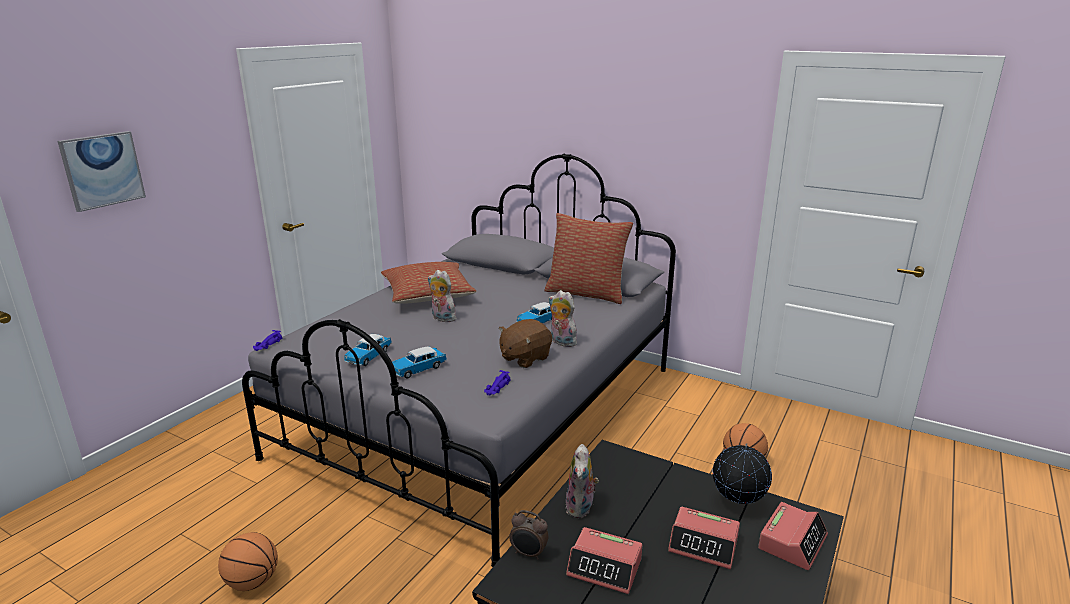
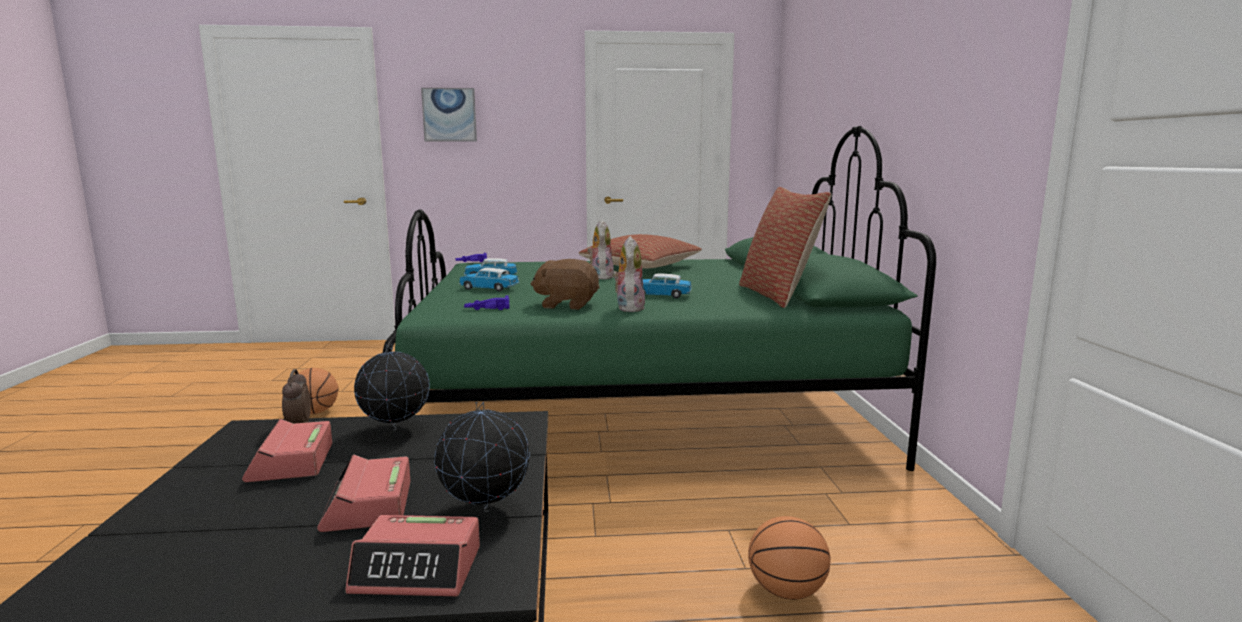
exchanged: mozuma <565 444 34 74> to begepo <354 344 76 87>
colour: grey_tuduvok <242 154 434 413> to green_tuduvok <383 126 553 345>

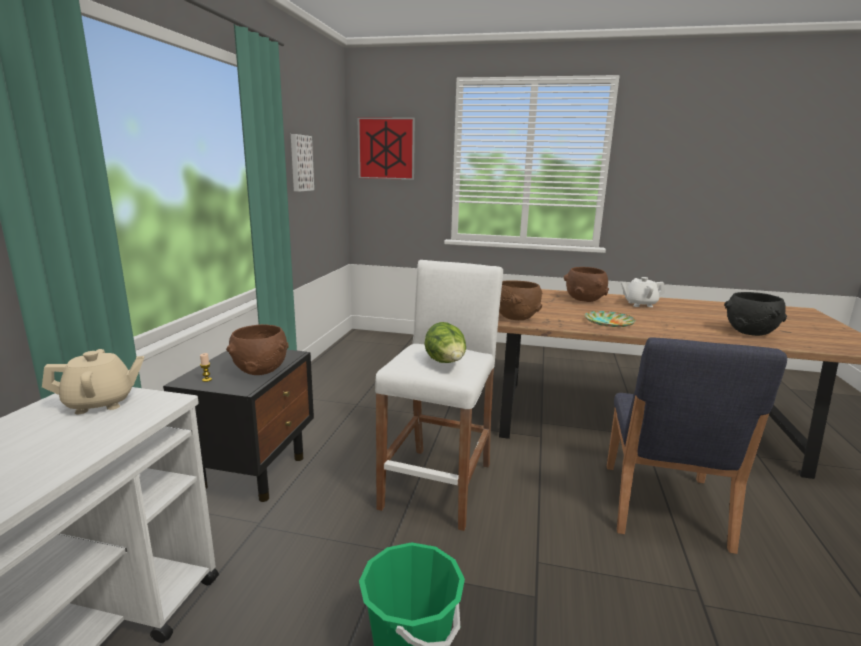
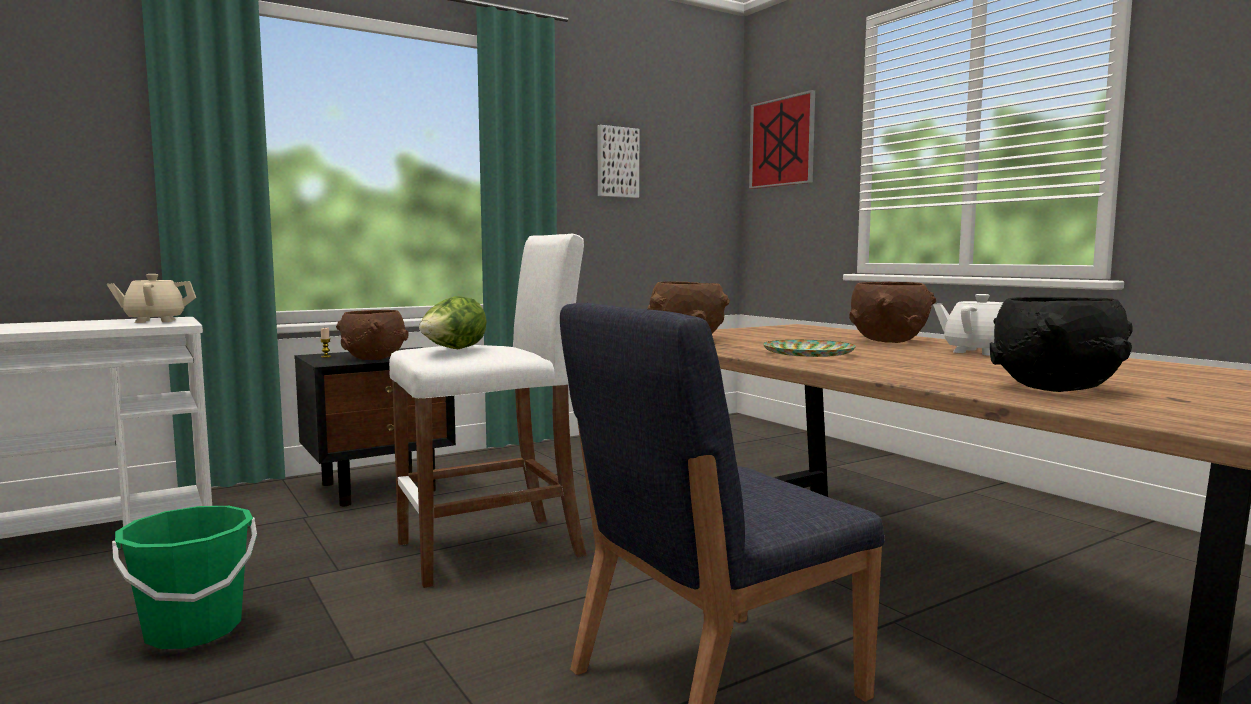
spun: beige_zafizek <42 349 102 65> = <107 274 89 49> 135 degrees clockwise

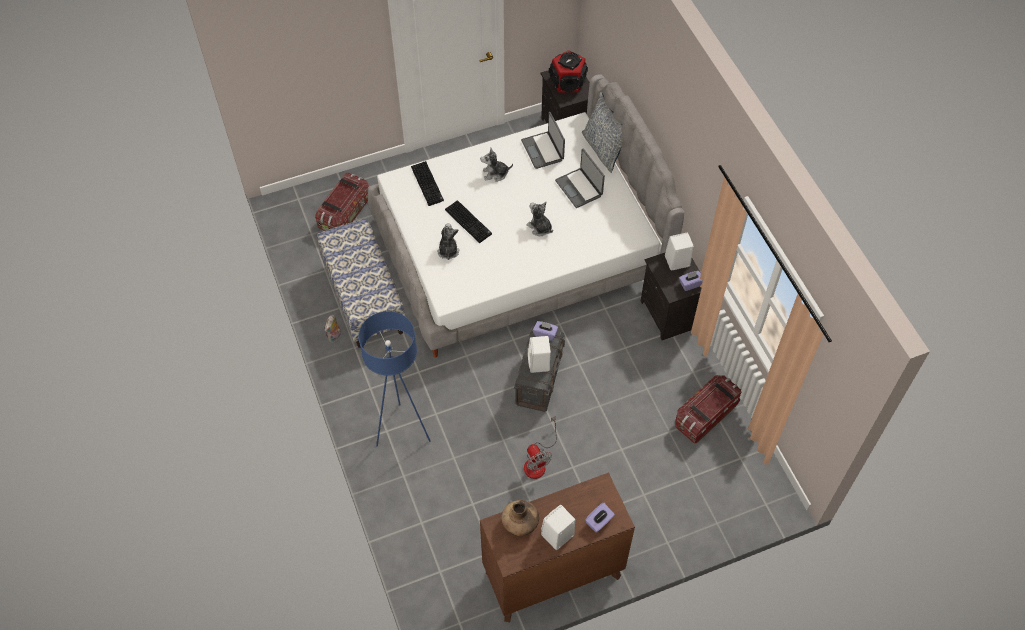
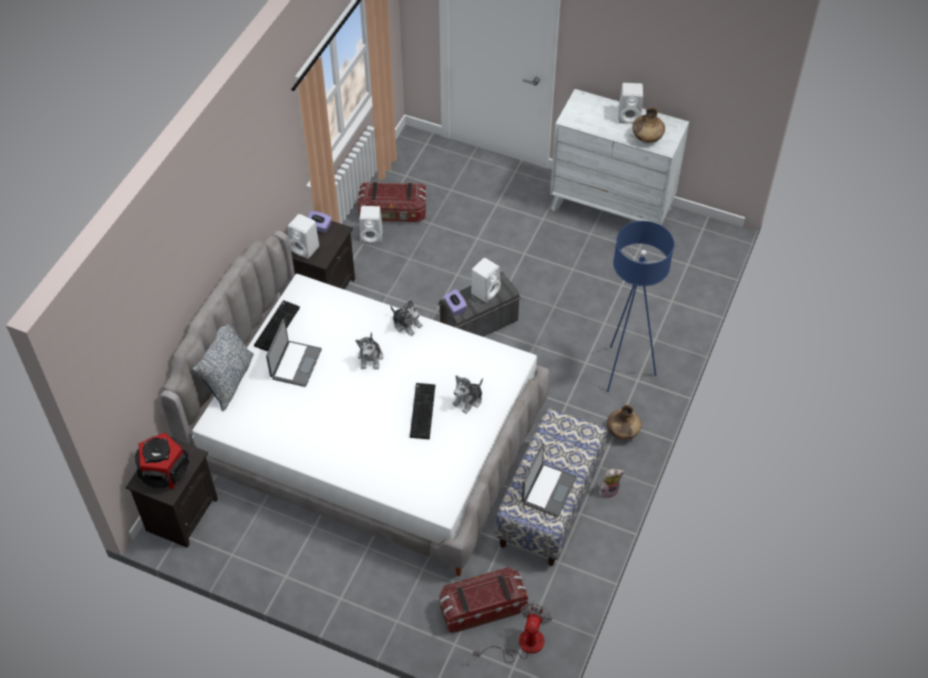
missing: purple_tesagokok <585 502 30 31>
appeared: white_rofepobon <359 206 24 37>; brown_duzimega <607 405 34 35>
relocated: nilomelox <411 161 33 45> to <254 300 46 52>; mozuma <480 147 33 35> to <390 300 33 36>; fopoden <521 112 44 57> to <522 443 55 74>; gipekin <524 416 33 63> to <473 603 79 60>
colour: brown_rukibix <480 472 155 150> to white_rukibix <550 89 139 136>

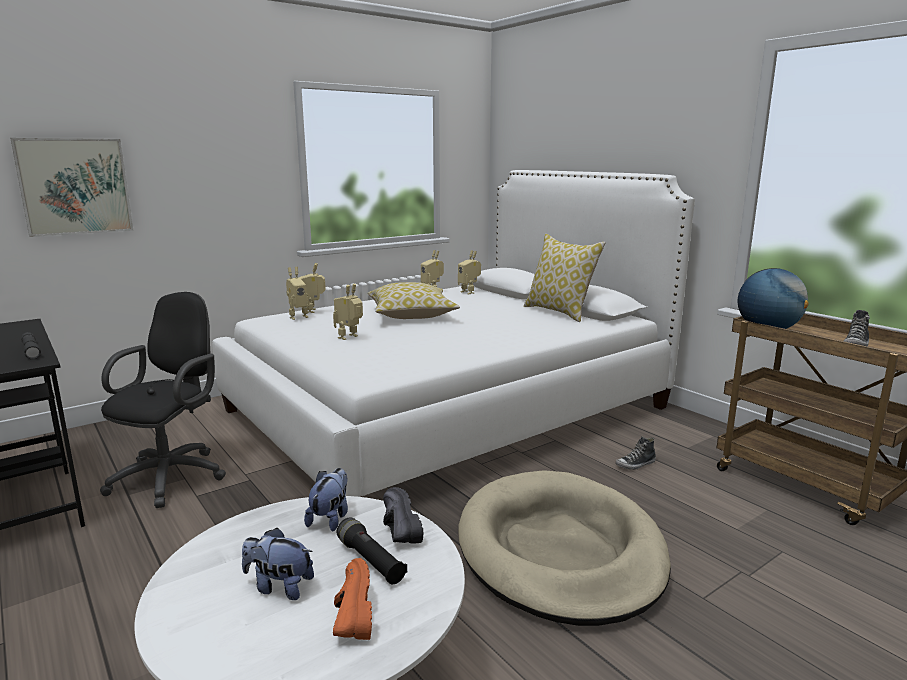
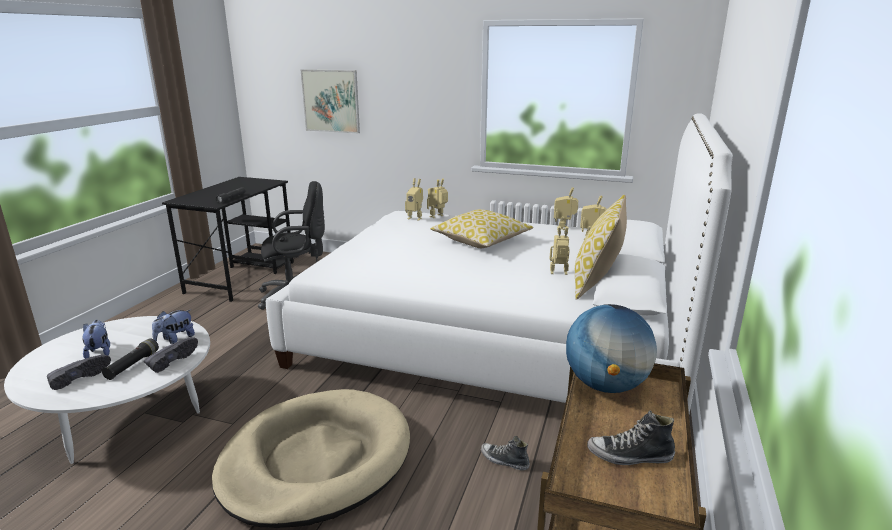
relocated: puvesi <333 284 30 56> to <550 226 20 49>
colour: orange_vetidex <333 558 39 82> to black_vetidex <47 355 64 35>
spun: mozuma <304 468 44 63> = <152 309 43 35> 150 degrees clockwise

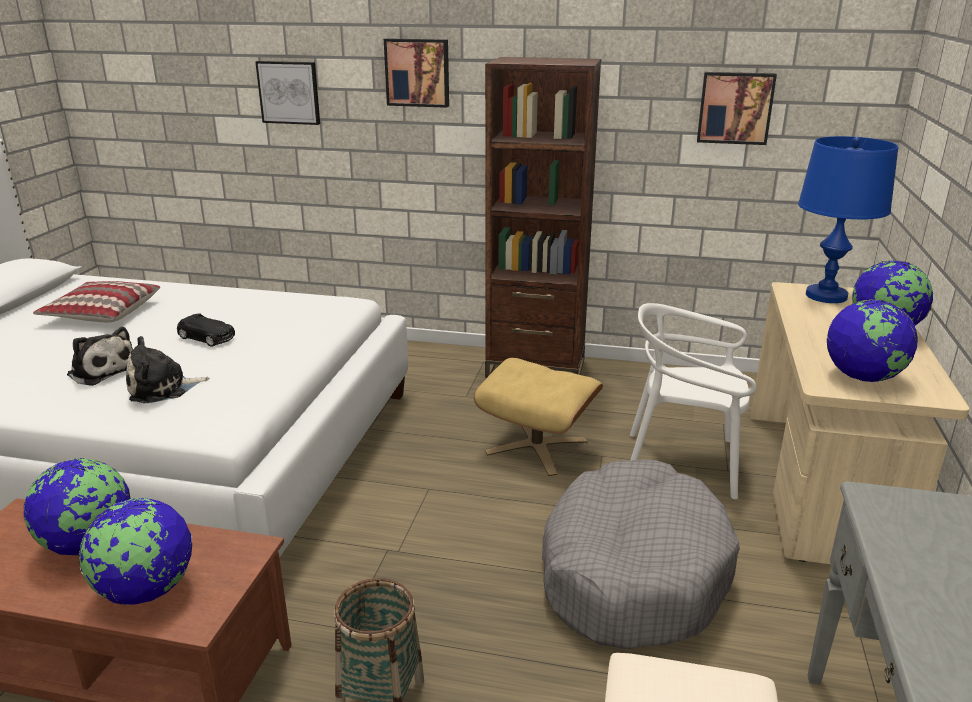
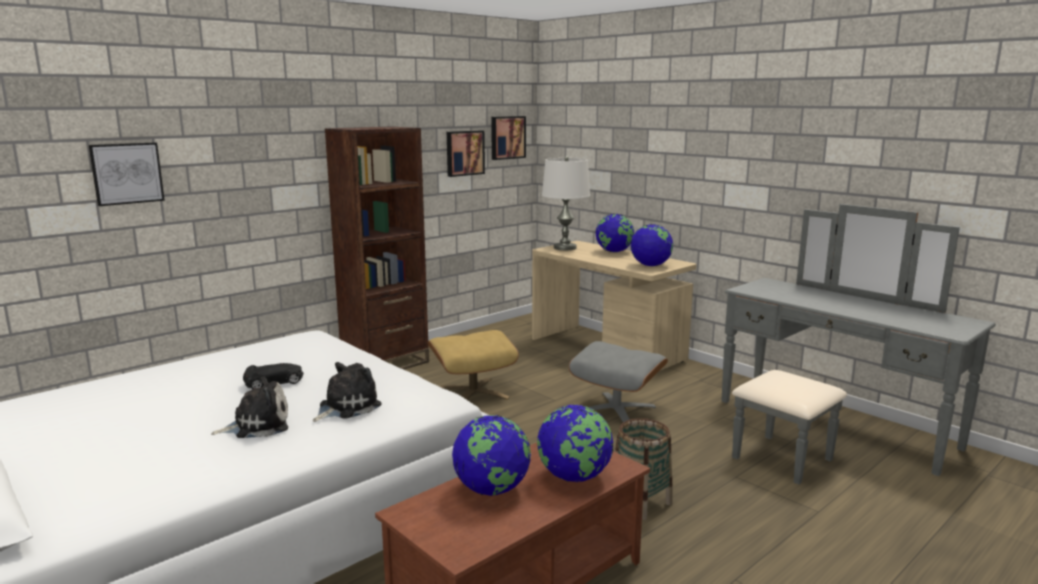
missing: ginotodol <33 281 127 41>; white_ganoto <630 303 126 196>
relocated: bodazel <384 38 65 70> to <491 116 35 44>
exchanged: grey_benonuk <542 459 198 190> to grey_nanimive <569 341 99 81>
colour: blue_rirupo <798 136 100 167> to white_rirupo <542 156 48 94>
spun: mozuma <126 336 83 67> = <313 362 69 60> 150 degrees counterclockwise

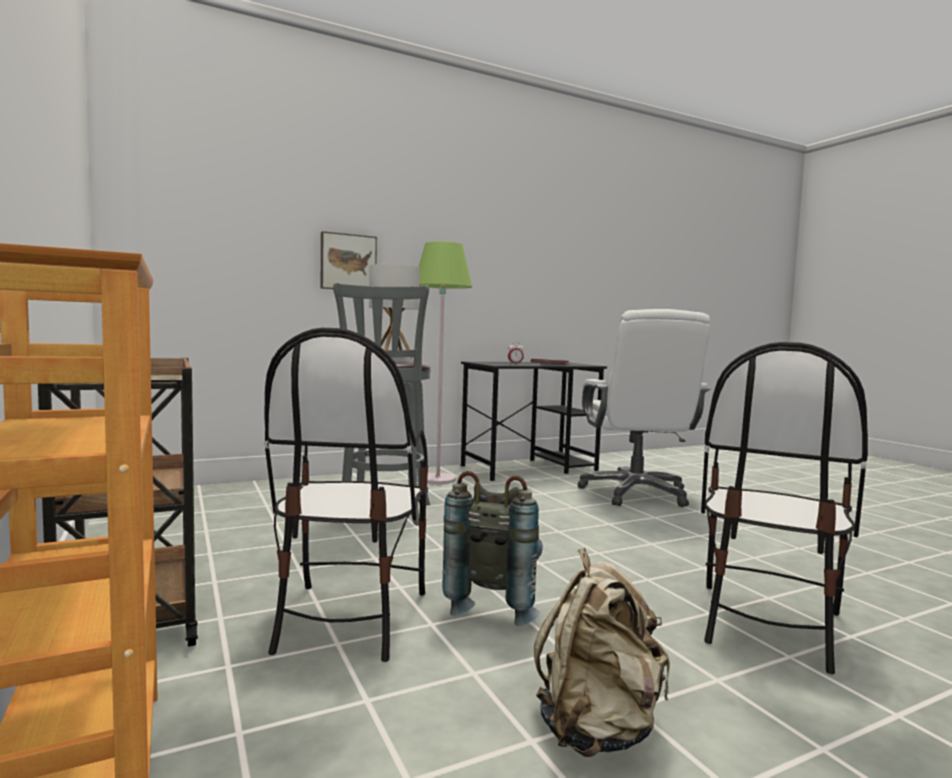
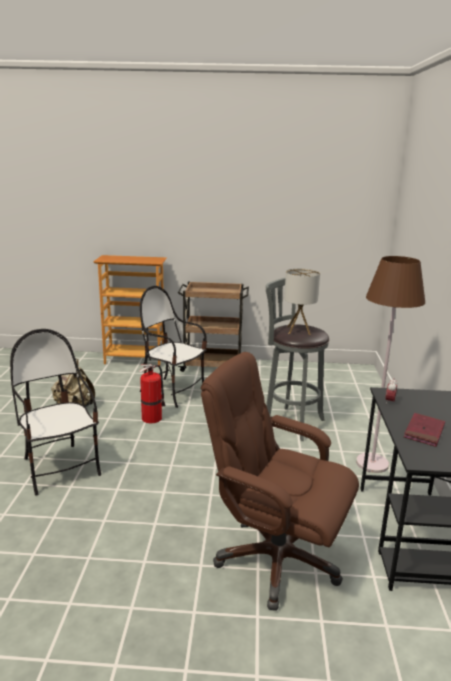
missing: bodazel <321 231 56 58>
exchanged: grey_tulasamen <442 471 101 155> to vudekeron <140 364 25 60>
colour: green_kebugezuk <419 241 53 244> to brown_kebugezuk <356 256 69 217>; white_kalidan <577 309 134 198> to brown_kalidan <201 352 158 259>

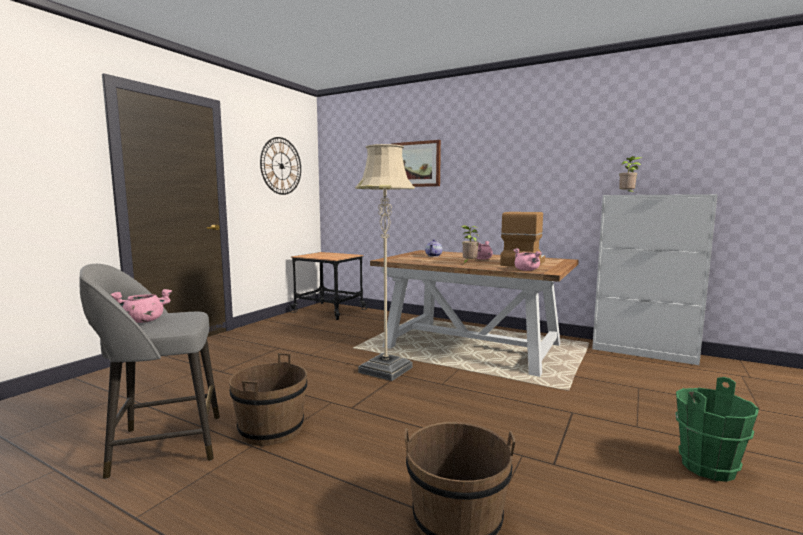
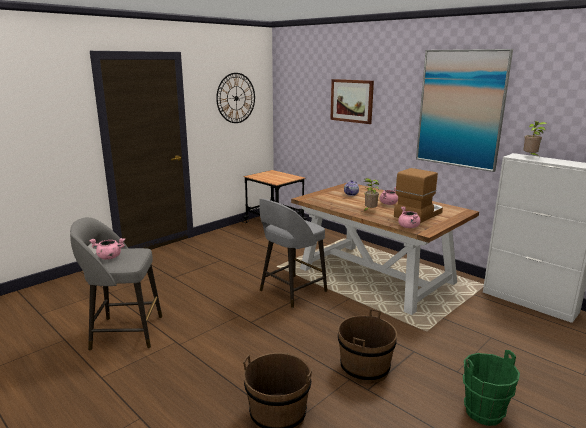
appeared: bodazel <416 49 97 123>
relocated: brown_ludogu <229 353 78 93> to <338 309 59 75>
exchanged: beige_kebugezuk <355 144 60 237> to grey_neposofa <259 199 68 109>

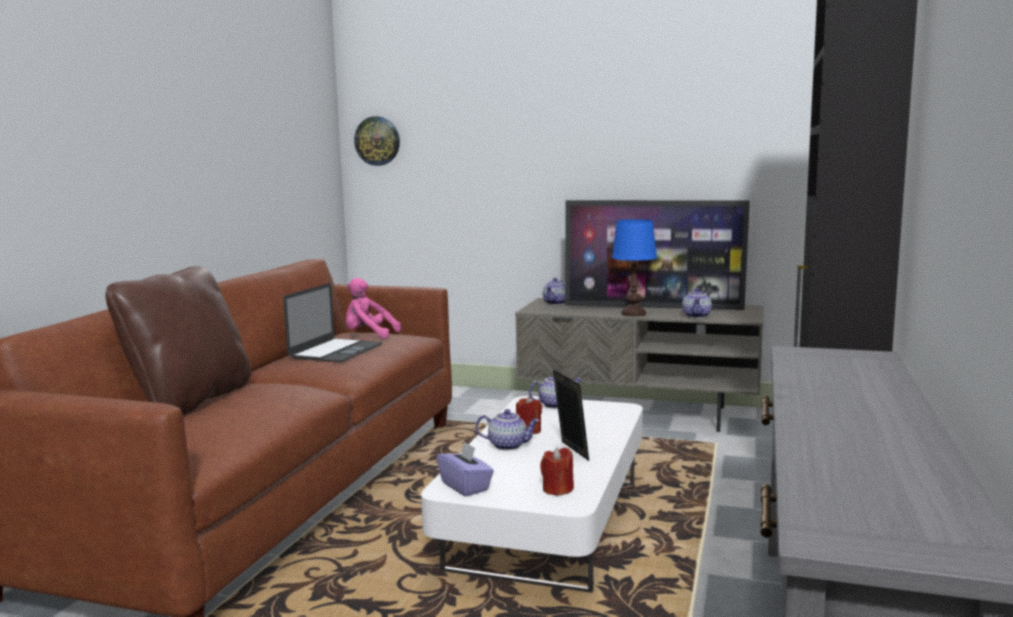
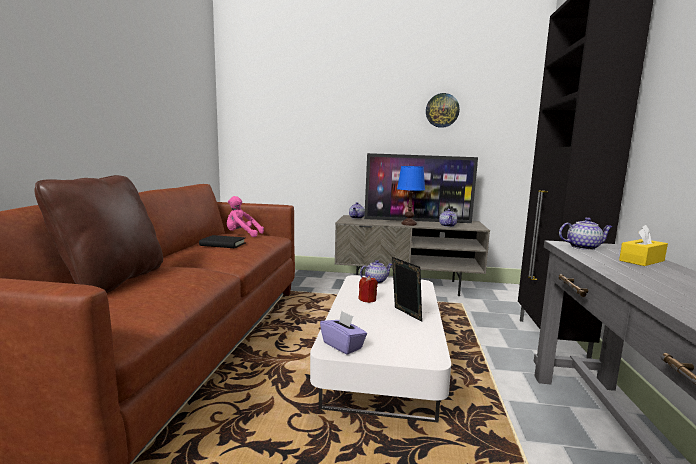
missing: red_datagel <540 447 34 49>
appeared: yellow_tesagokok <619 225 49 41>
relocated: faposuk <354 116 46 50> to <426 93 34 35>; zafizek <476 409 64 42> to <559 217 54 33>
exchanged: fopoden <283 283 100 79> to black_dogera <199 235 47 13>

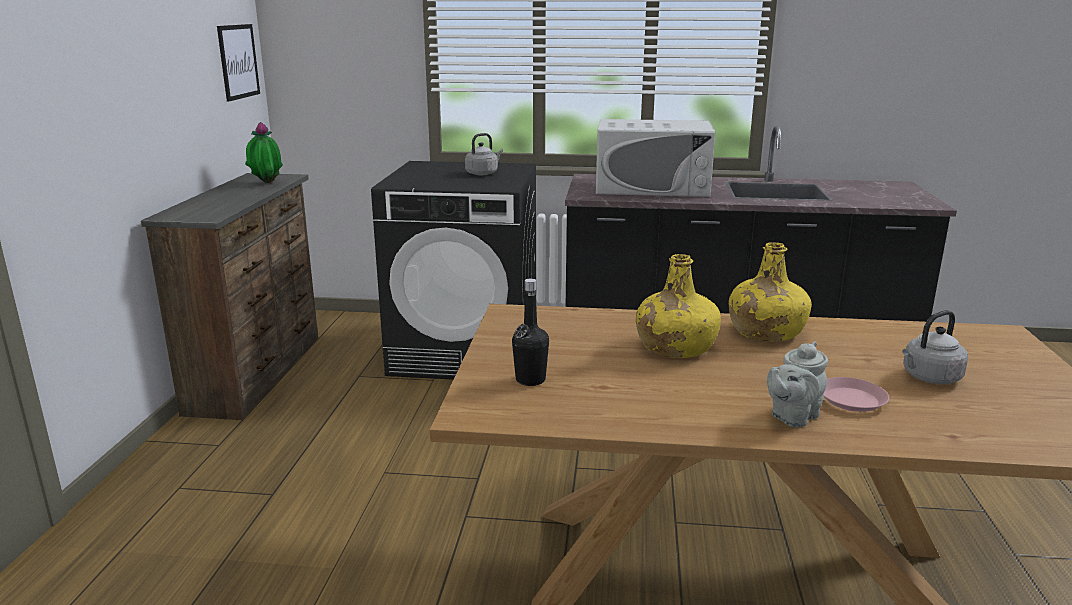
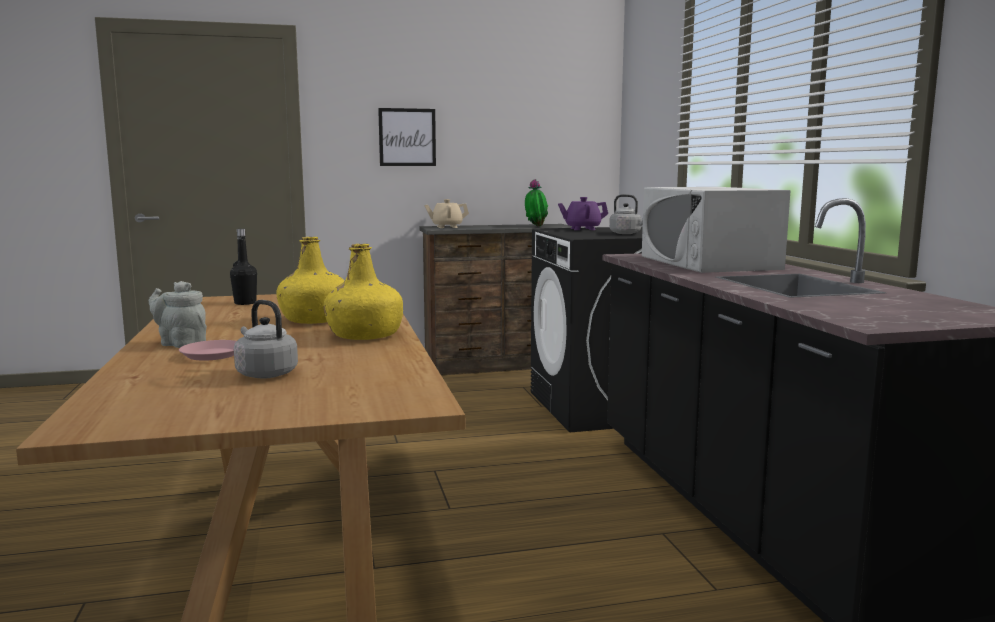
appeared: beige_zafizek <424 199 45 29>; purple_zafizek <558 197 50 33>
relocated: bodazel <217 24 43 78> to <378 108 58 58>

